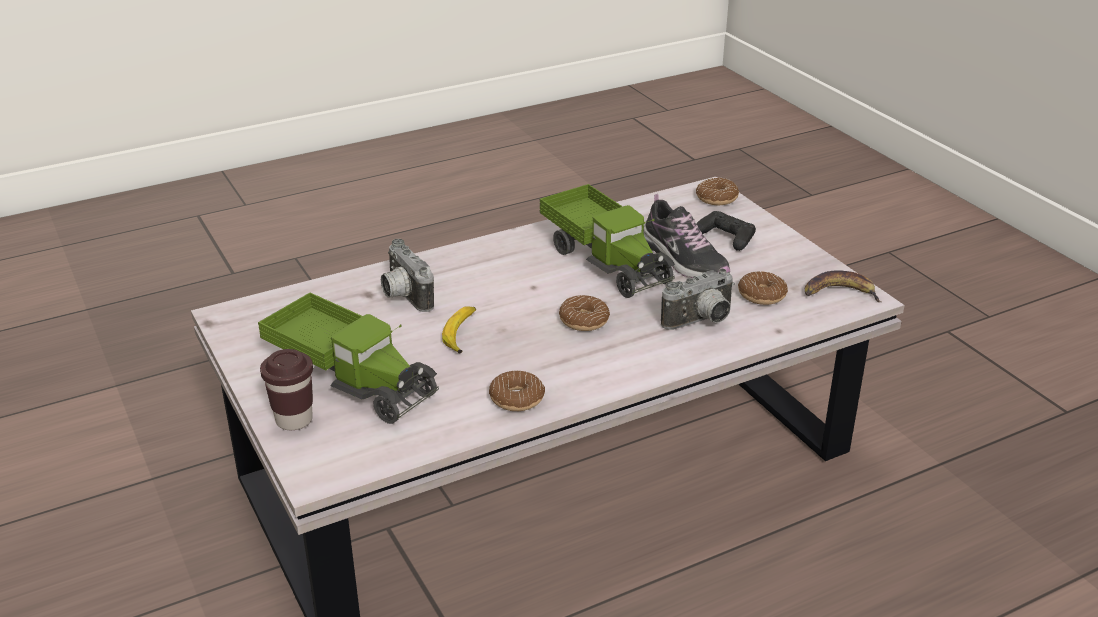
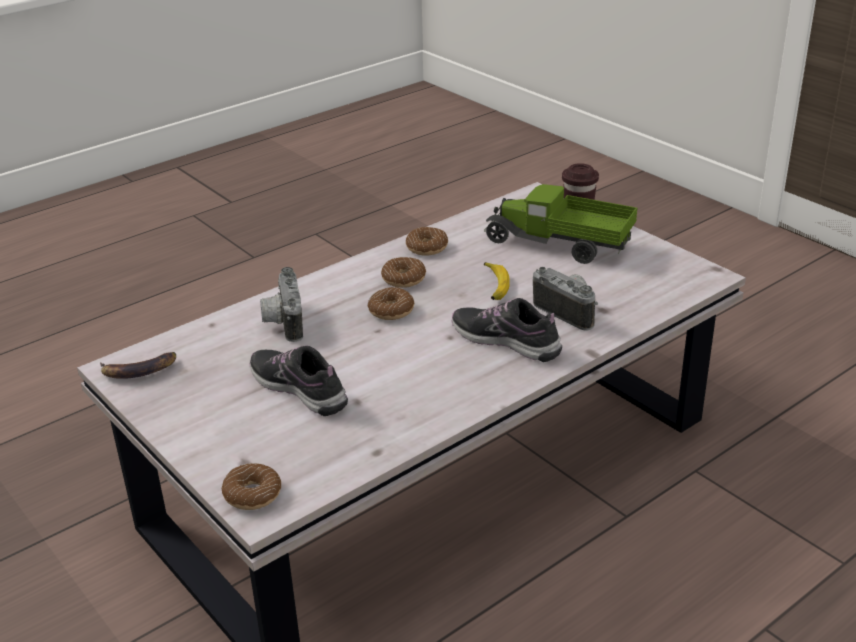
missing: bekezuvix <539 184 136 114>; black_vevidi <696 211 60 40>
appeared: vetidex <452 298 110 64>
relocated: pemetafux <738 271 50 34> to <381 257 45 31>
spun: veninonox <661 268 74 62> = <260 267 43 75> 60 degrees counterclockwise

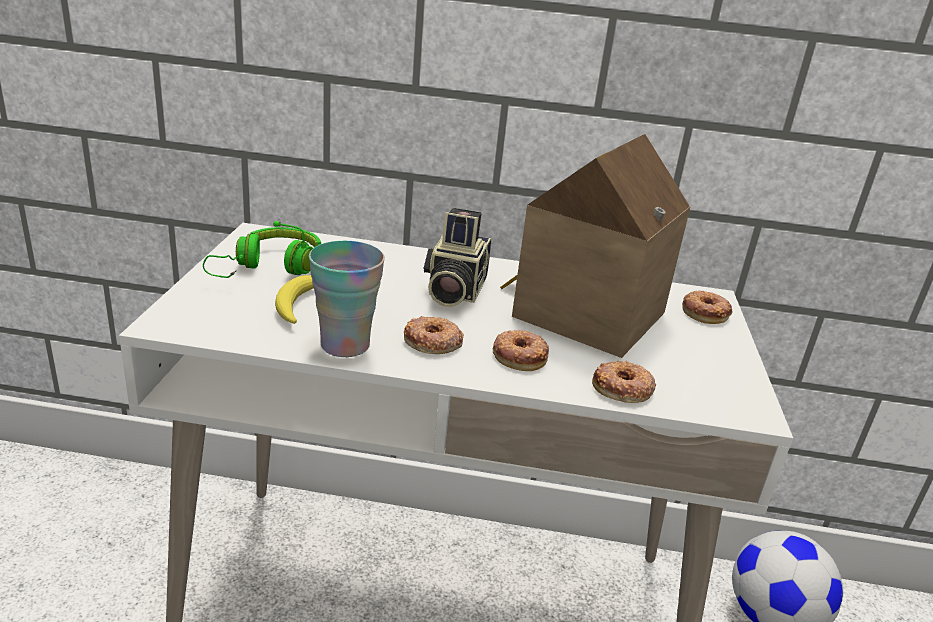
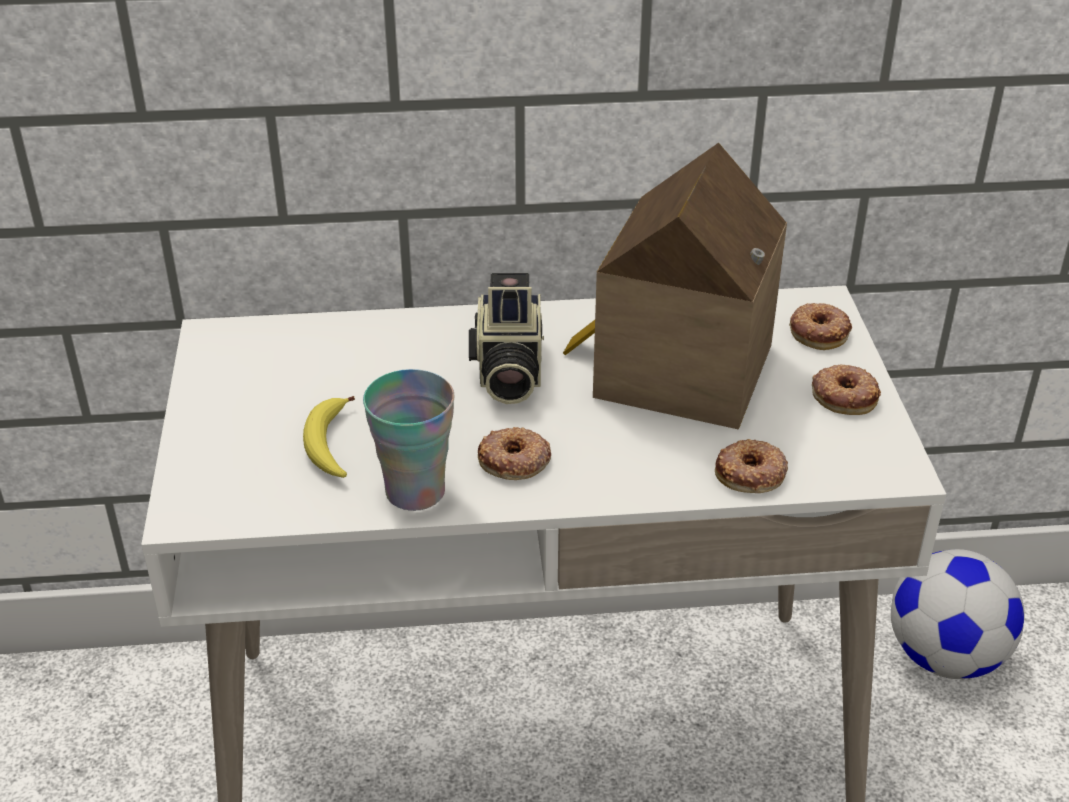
missing: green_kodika <203 221 118 57>
relocated: pemetafux <493 330 56 41> to <812 365 69 50>

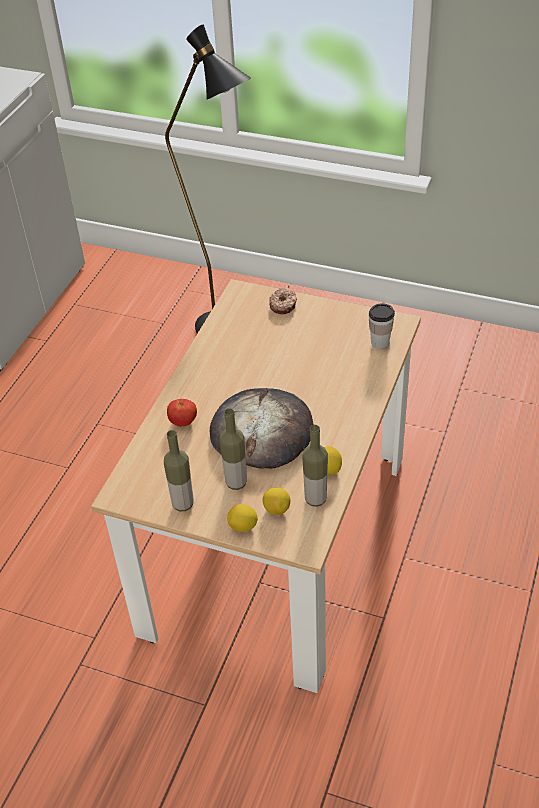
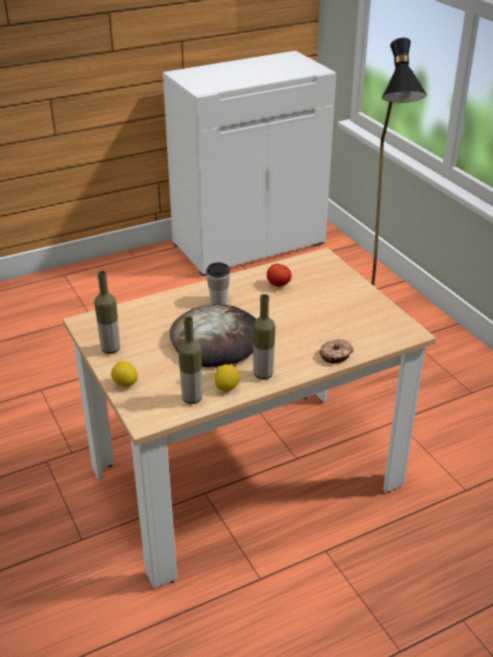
missing: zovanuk <263 487 27 28>
relocated: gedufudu <167 399 30 27> to <267 264 25 23>; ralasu <219 408 28 82> to <253 294 23 86>; pemetafux <269 288 28 26> to <319 339 34 24>; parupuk <369 303 26 46> to <206 263 24 41>

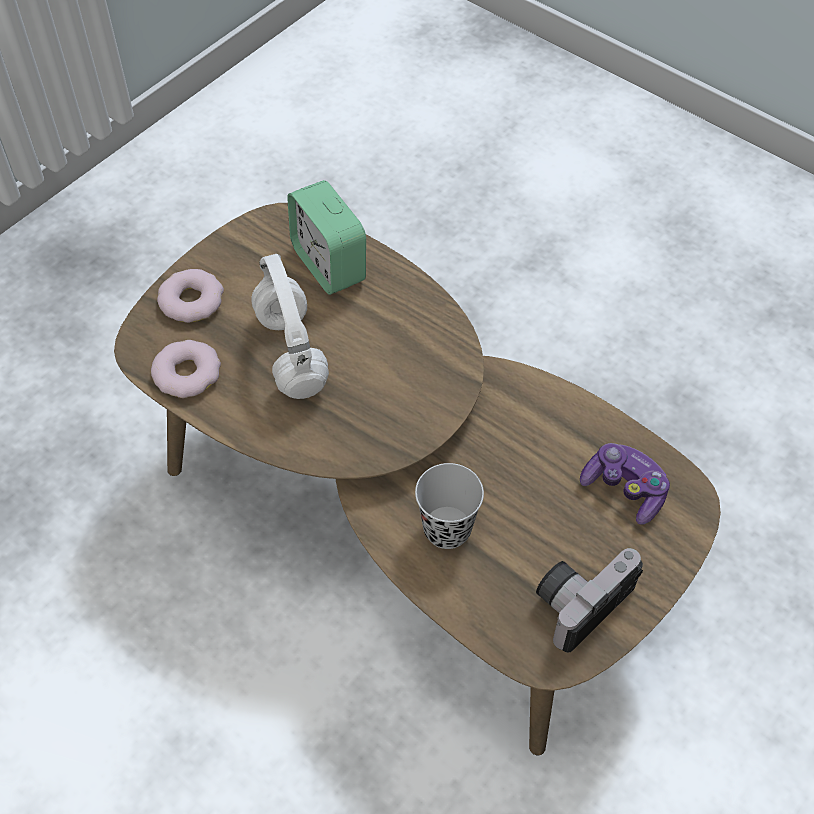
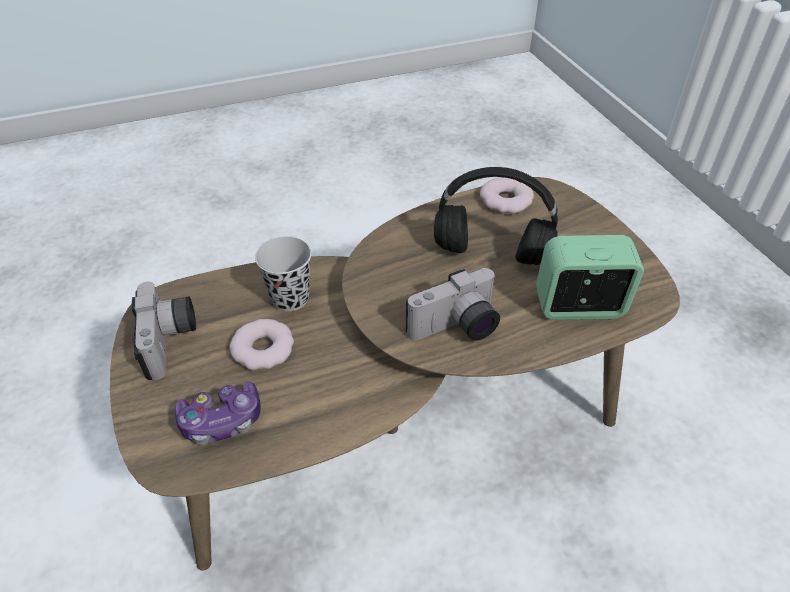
appeared: veninonox <406 268 94 73>
relocated: pemetafux <157 269 67 54> to <229 319 65 51>
colour: white_kodika <251 254 78 145> to black_kodika <434 167 124 98>

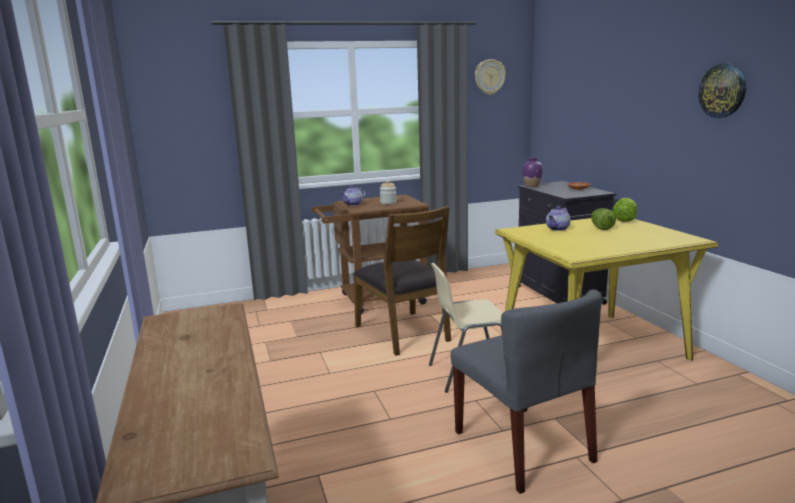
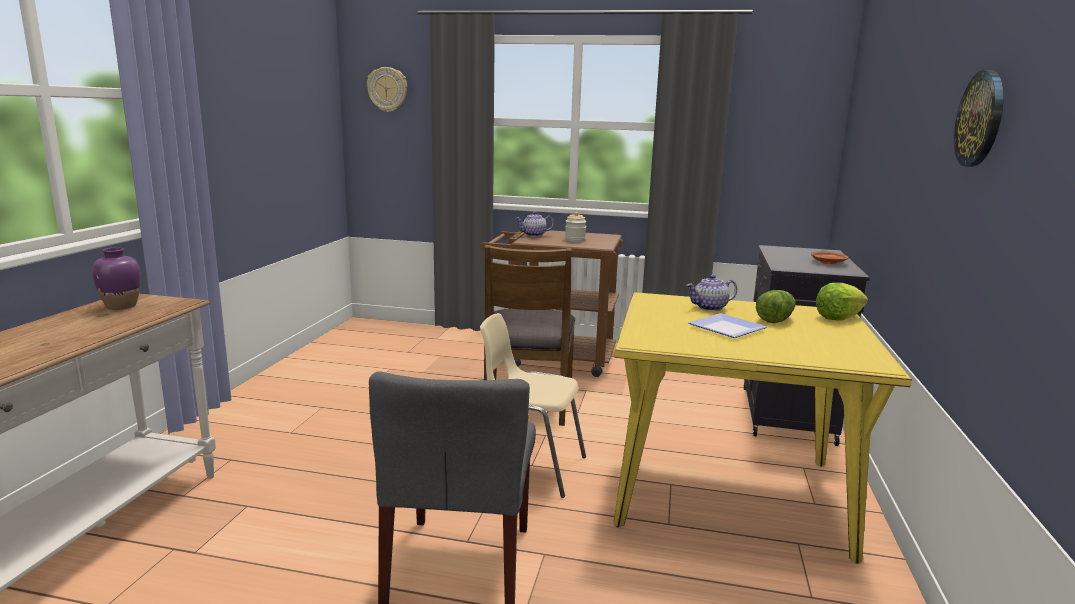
appeared: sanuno <688 313 79 25>
relocated: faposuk <475 59 31 36> to <367 67 40 45>; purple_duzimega <522 157 21 30> to <92 247 49 63>

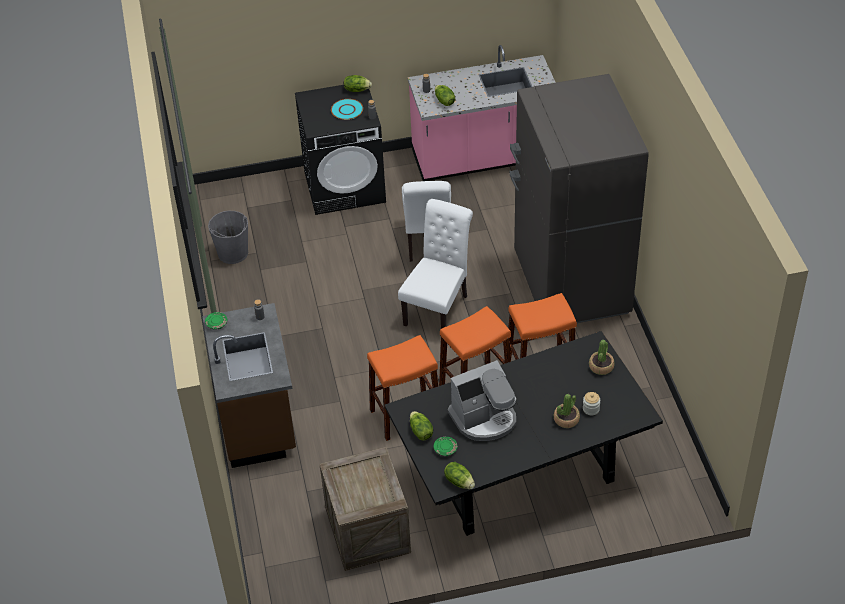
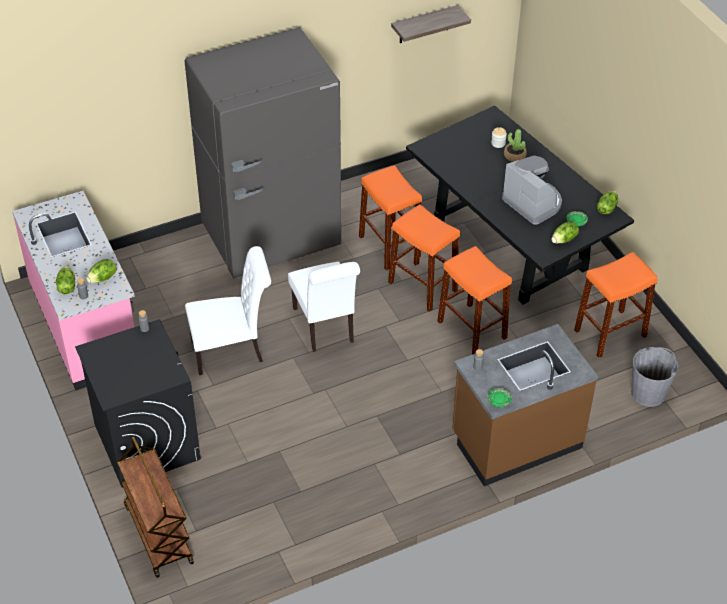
missing: turquoise_sanuno <331 99 32 21>; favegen <589 340 26 35>
appeared: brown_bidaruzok <117 436 77 142>; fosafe <391 5 80 38>
relocated: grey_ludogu <208 211 40 53> to <631 347 47 60>; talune <344 75 28 17> to <56 266 19 28>
exchanged: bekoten <320 447 91 124> to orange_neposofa <574 252 84 106>
spun: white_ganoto <398 199 75 130> = <288 262 72 90> 120 degrees counterclockwise

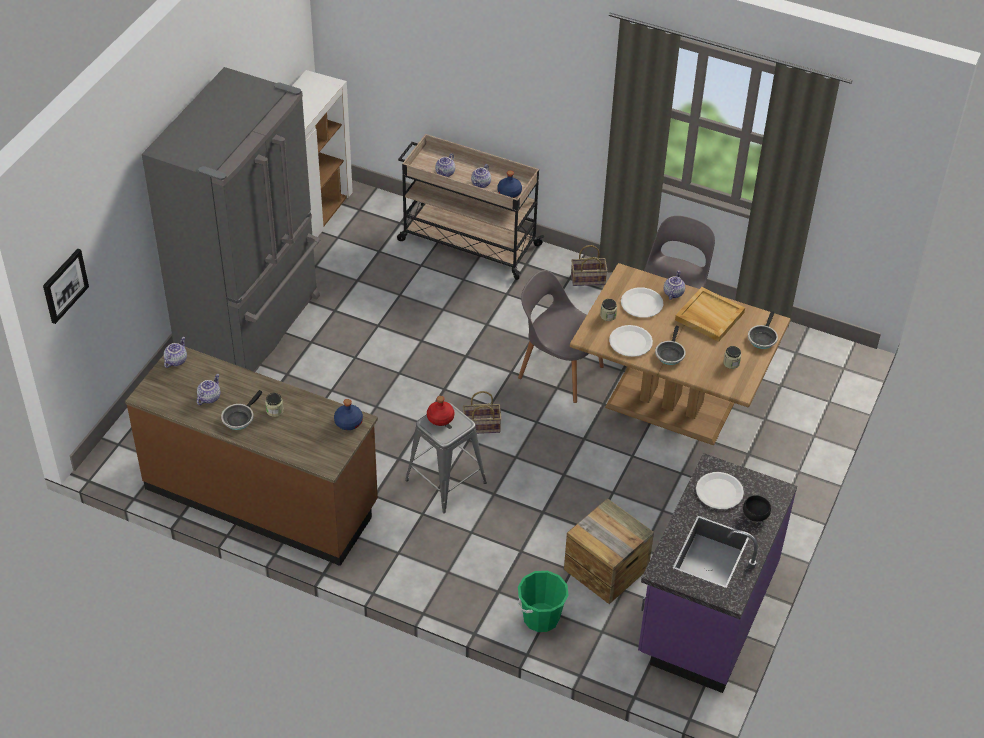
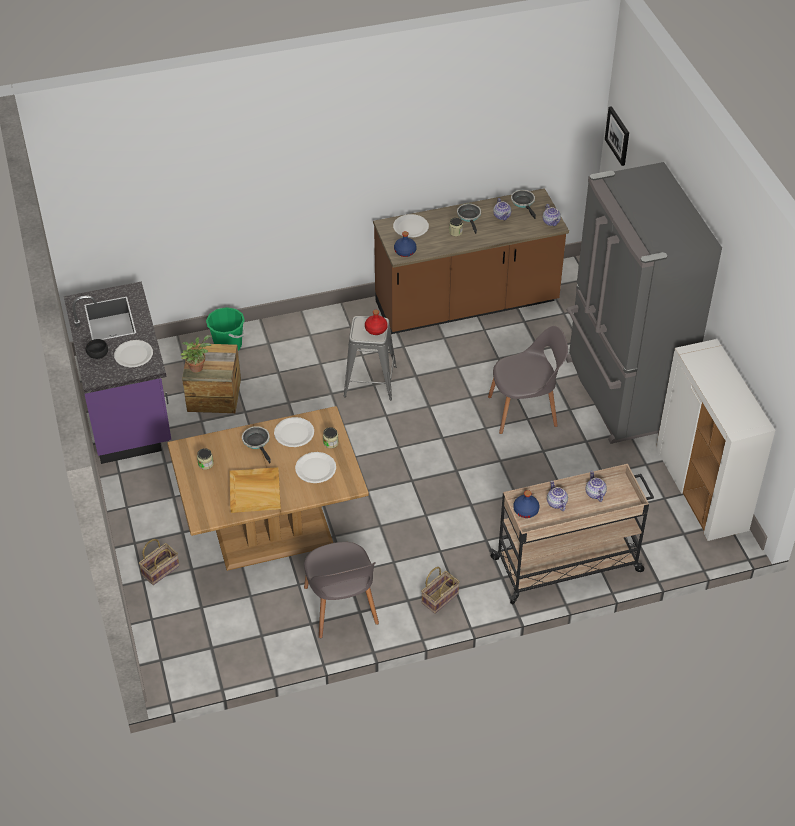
missing: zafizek <664 270 21 30>
appeared: favegen <181 335 31 38>; white_sanuno <393 214 36 24>
relocated: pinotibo <463 391 39 43> to <139 539 40 46>; grey_ganoto <518 270 86 133> to <488 326 80 108>; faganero <748 311 30 38> to <511 190 25 29>

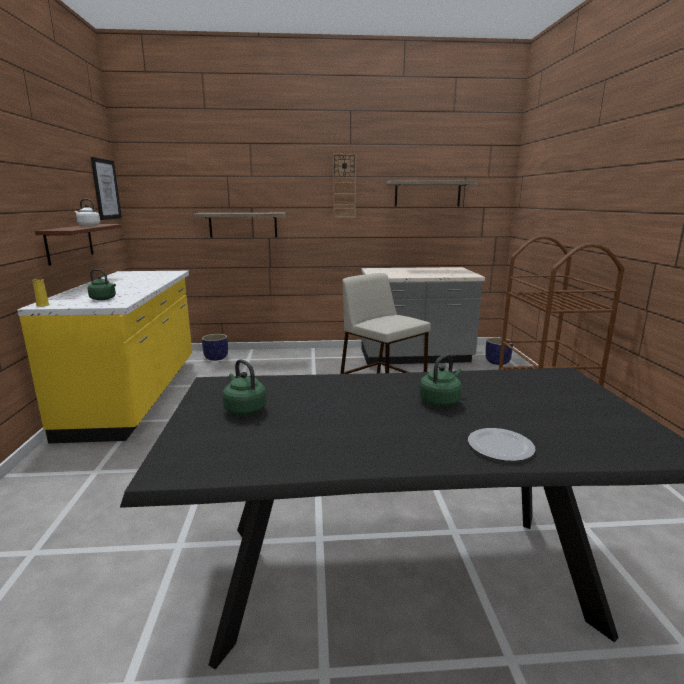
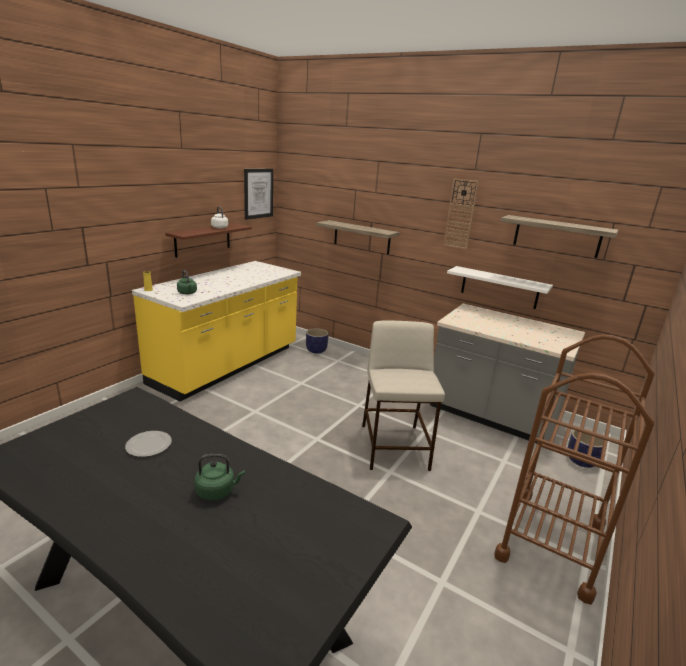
missing: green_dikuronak <223 359 44 57>
appeared: white_fosafe <447 266 106 43>
relocated: sanuno <468 428 68 33> to <125 431 47 26>

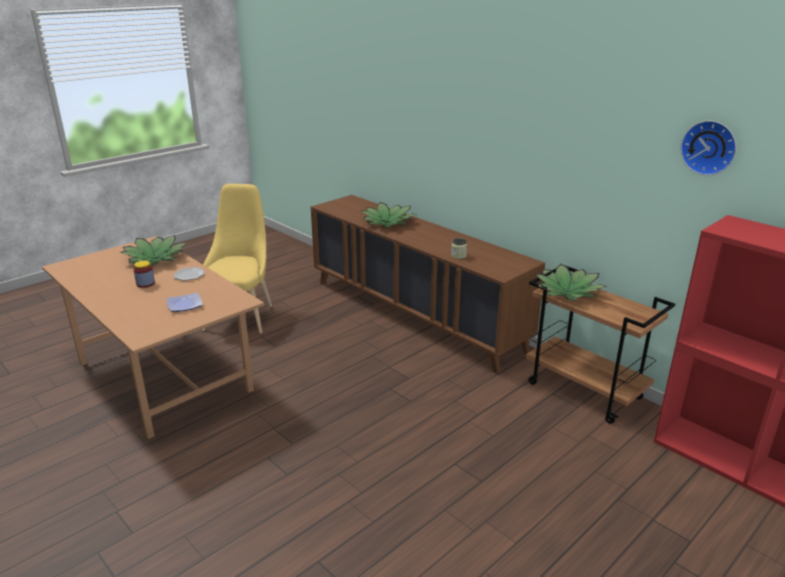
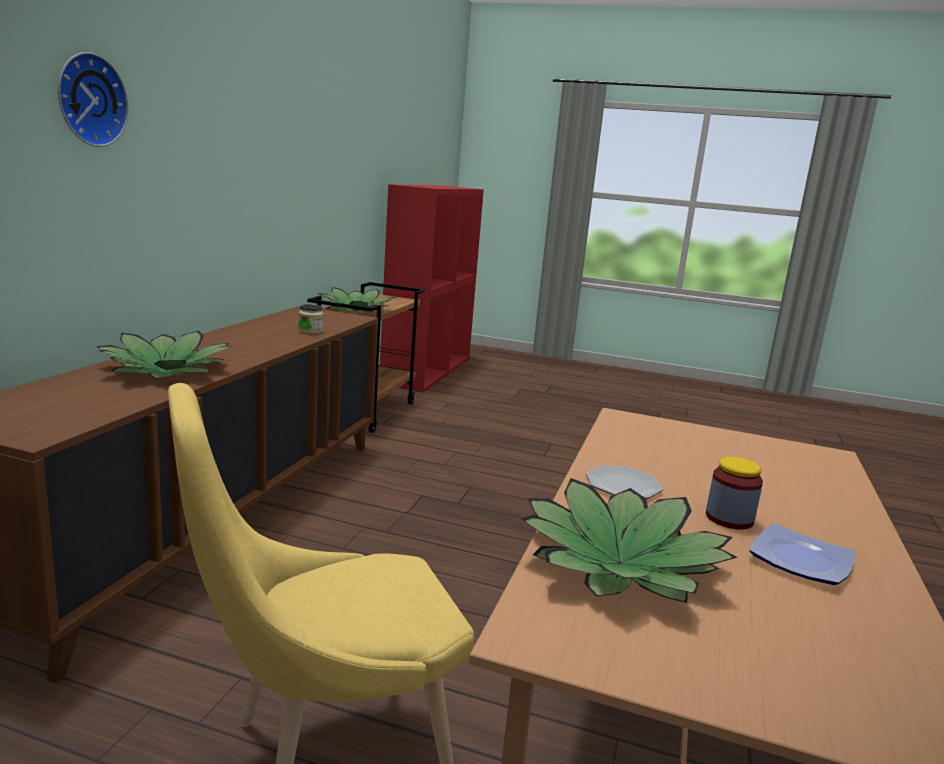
relocated: sanuno <167 293 35 19> to <749 523 106 62>; faposuk <680 121 57 54> to <58 52 70 95>

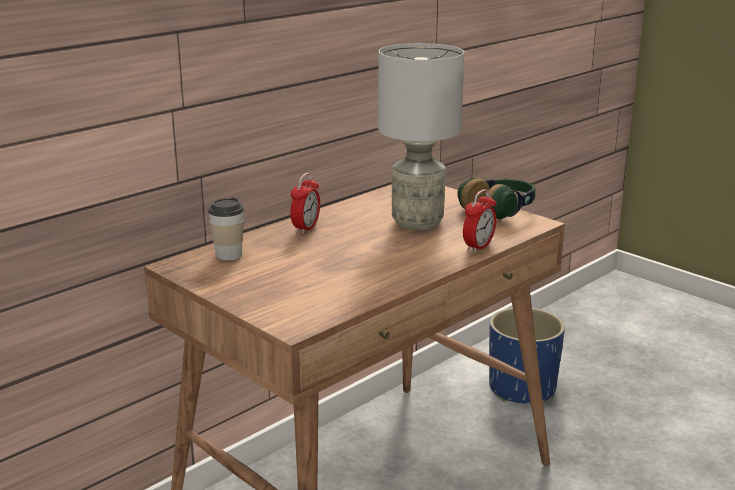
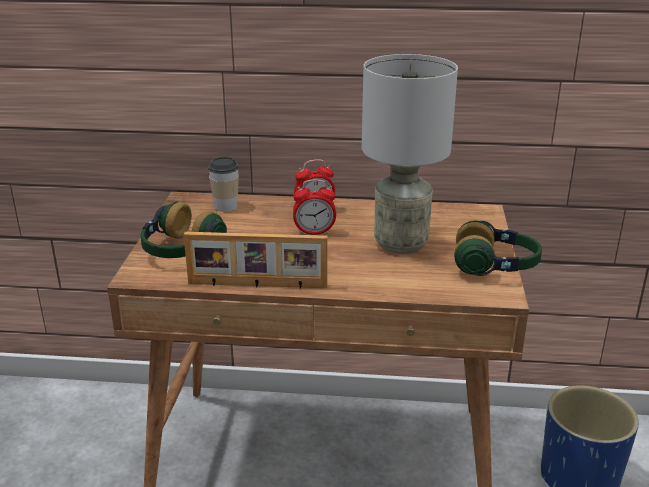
appeared: kodika <141 202 86 56>; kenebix <183 232 145 57>
relocated: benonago <463 189 33 64> to <293 179 43 56>

